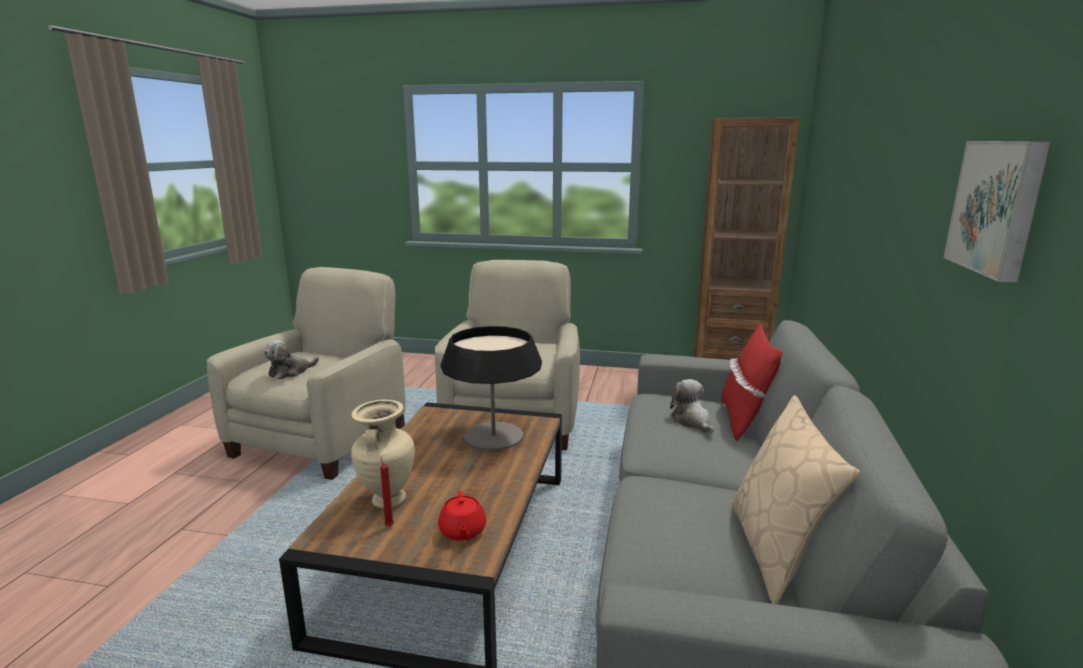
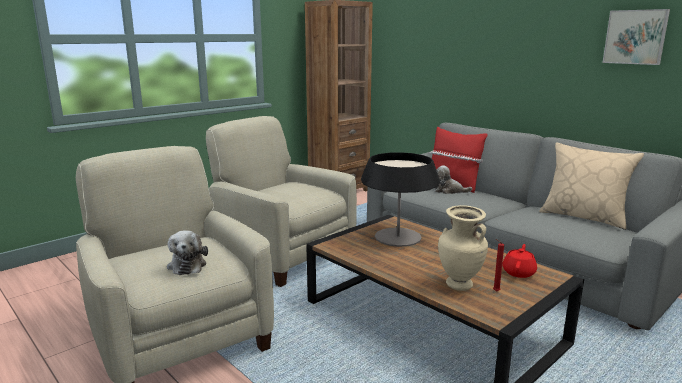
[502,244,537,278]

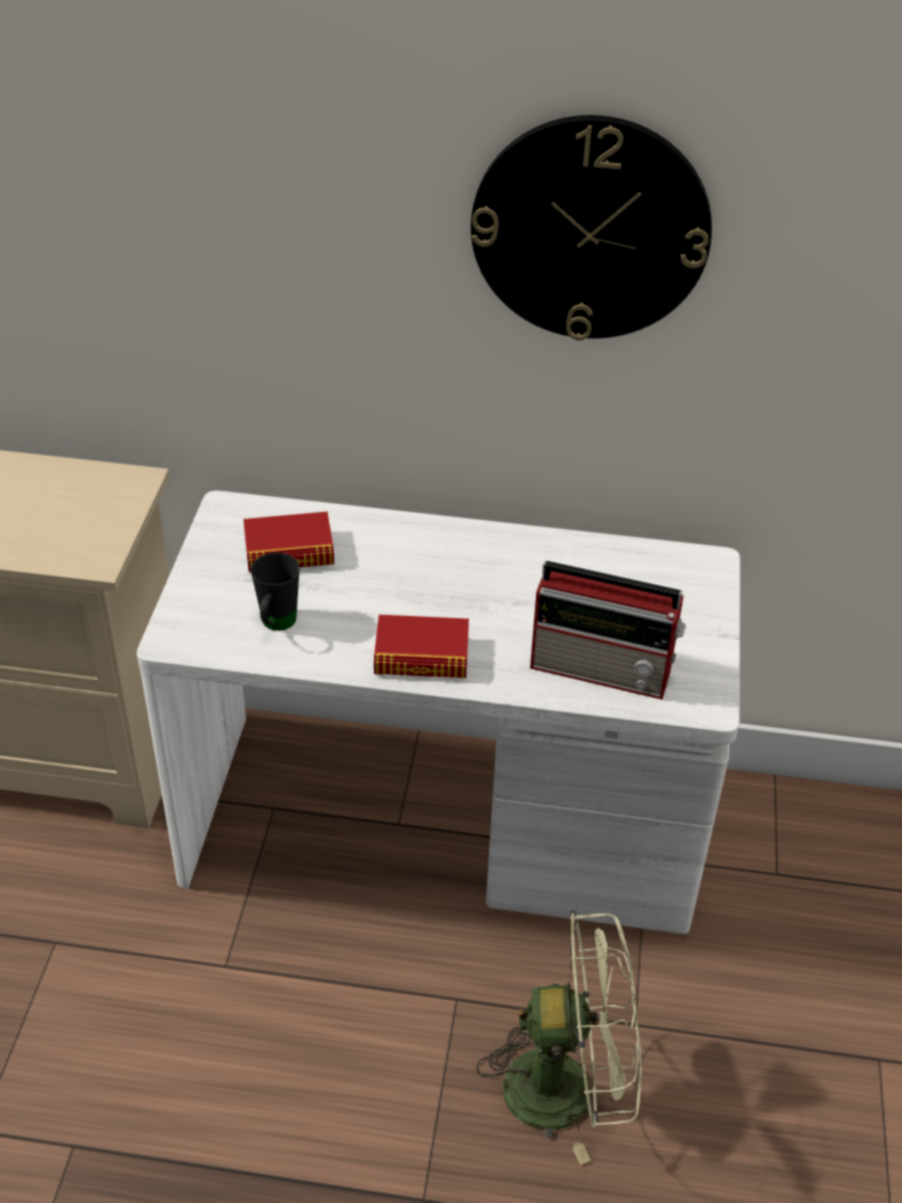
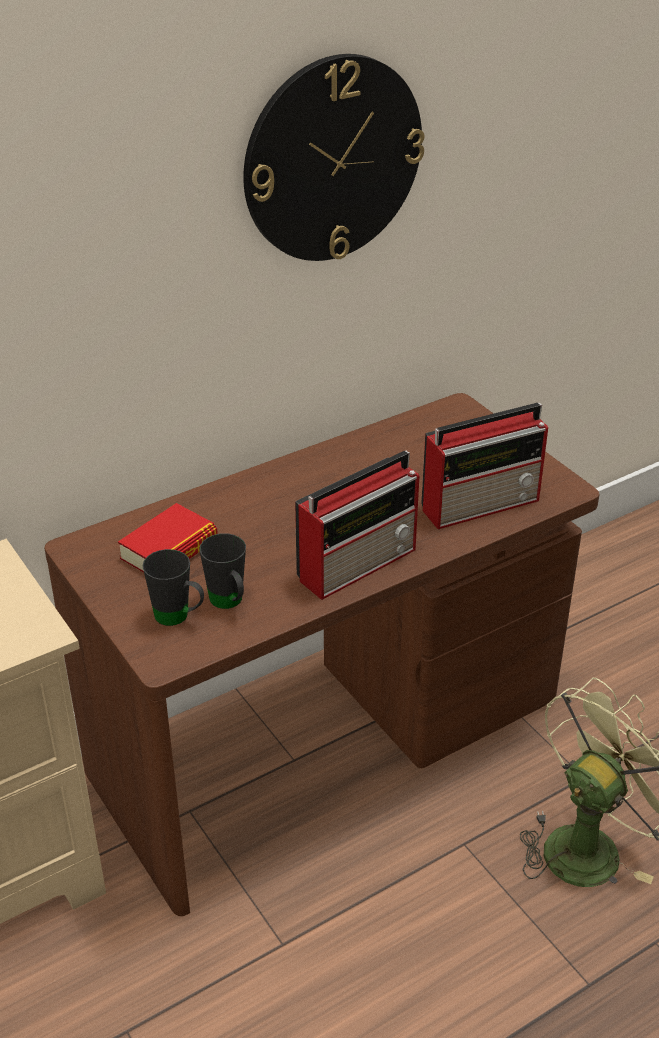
[44,393,600,916]
[143,549,204,626]
[295,451,419,600]

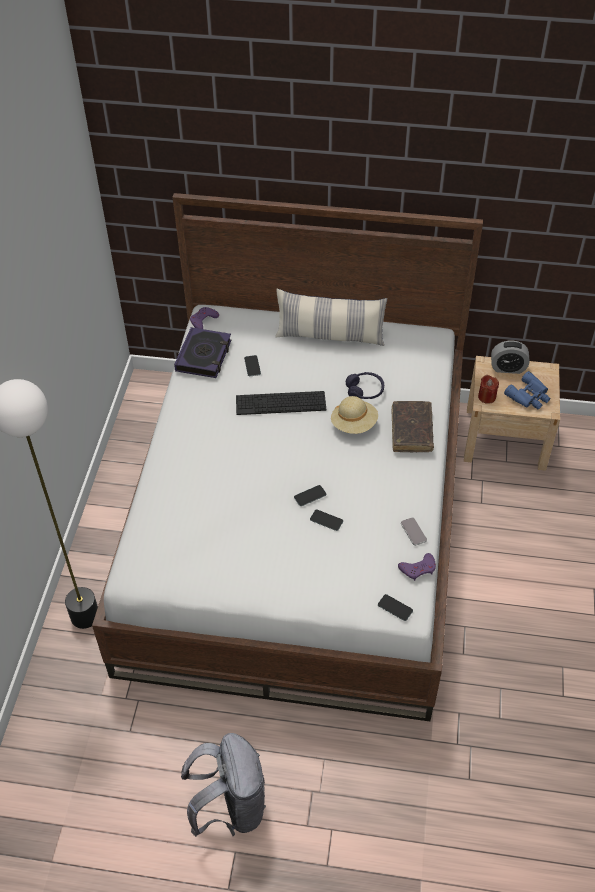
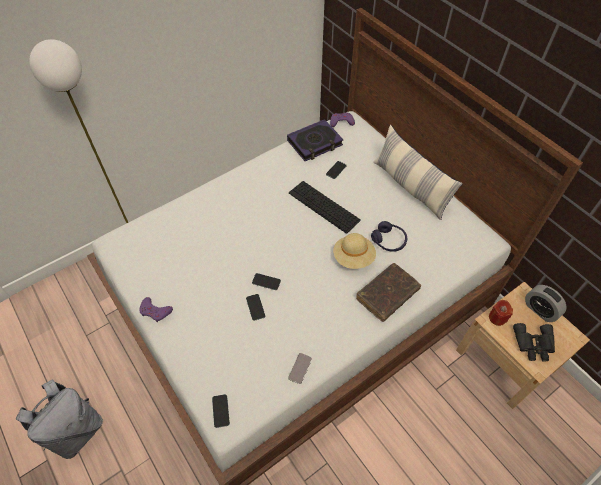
[139,297,173,322]
[513,323,555,362]

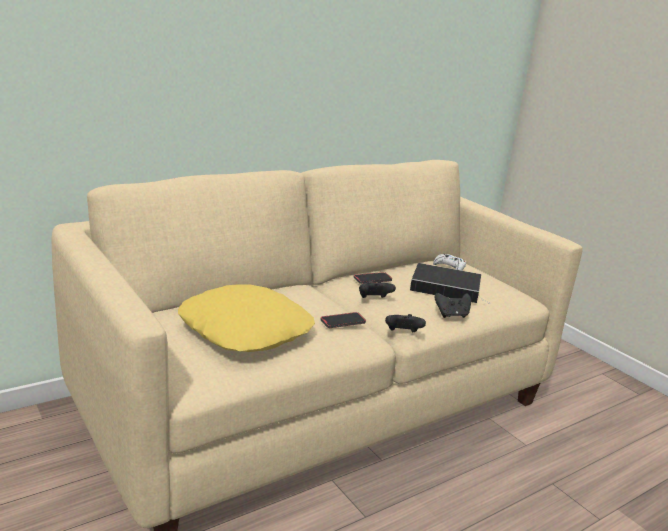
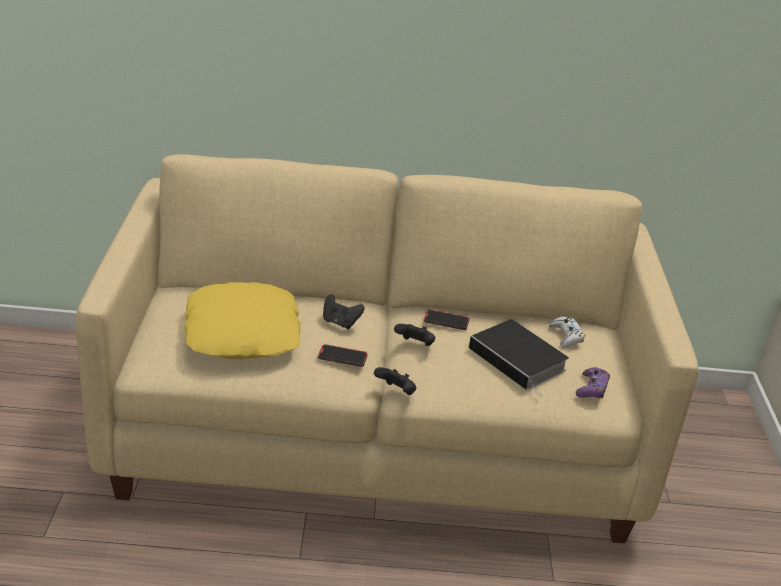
[323,294,365,329]
[576,367,610,398]

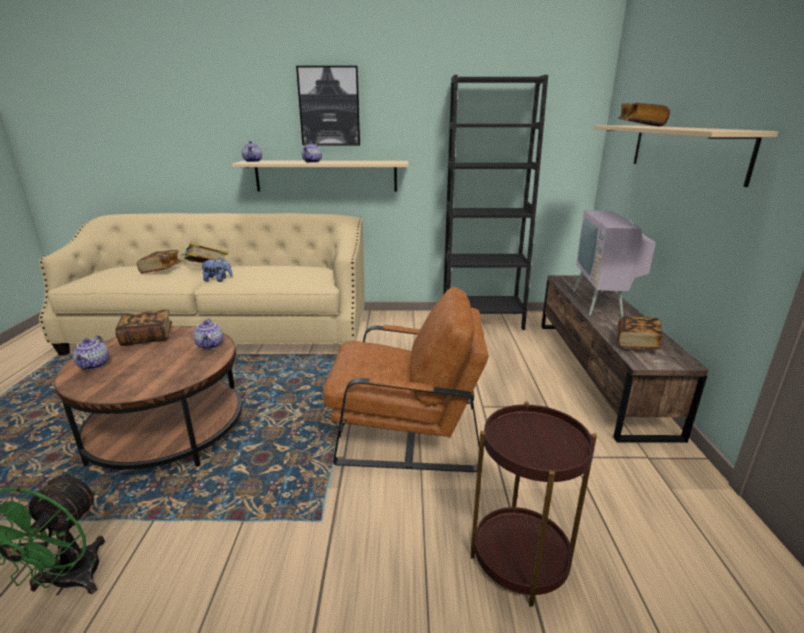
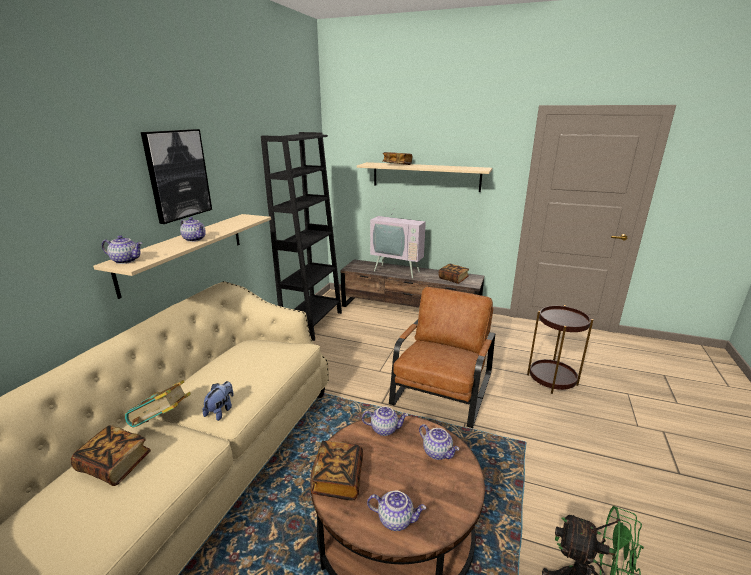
[419,424,459,460]

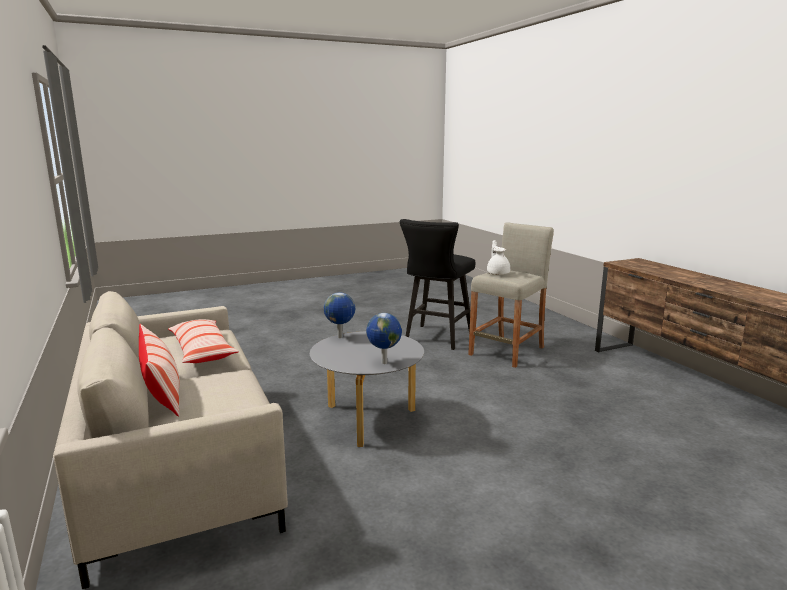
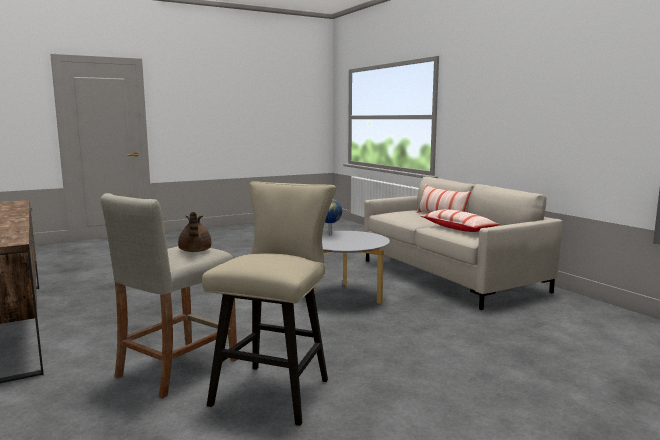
[178,212,211,252]
[202,181,336,426]
[324,293,355,338] (first image)

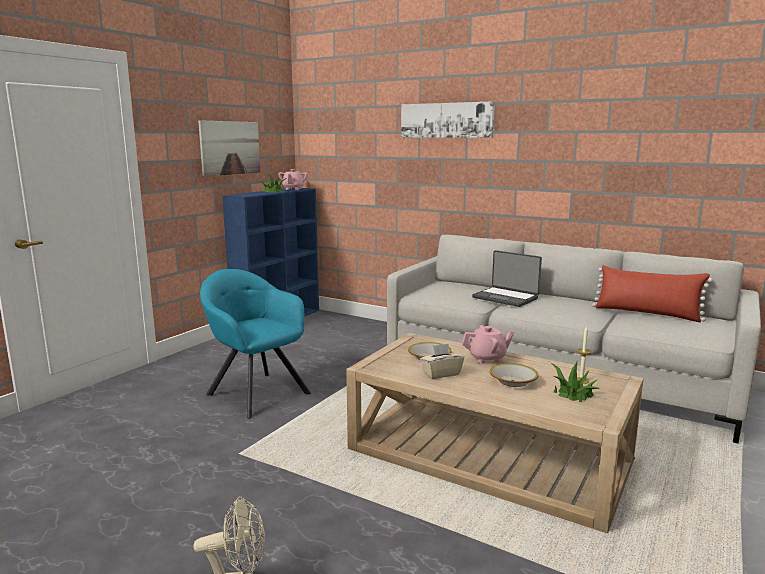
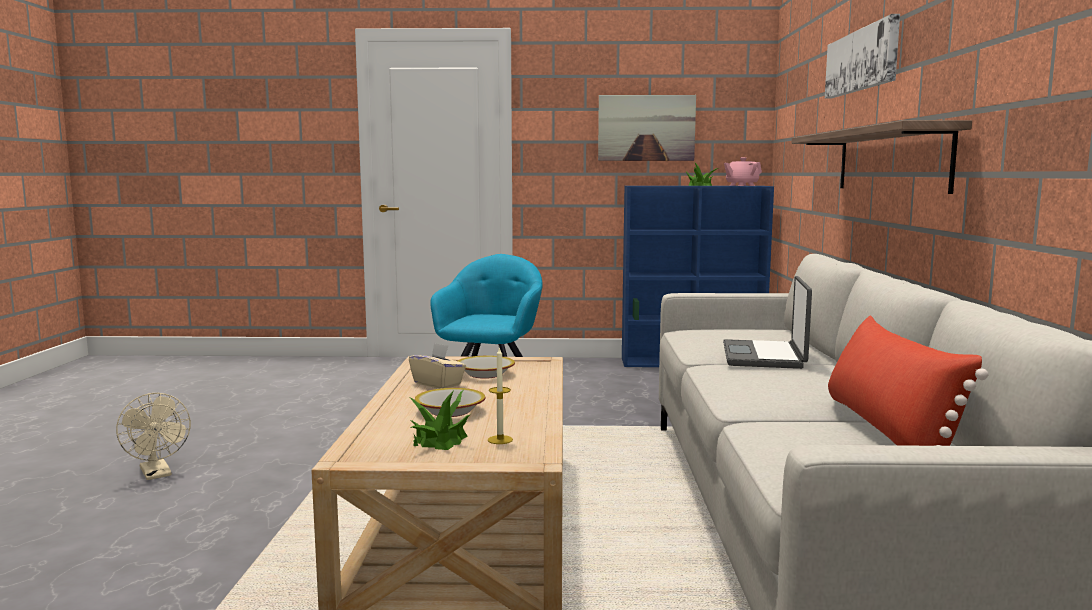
[792,120,972,194]
[462,325,514,363] (first image)

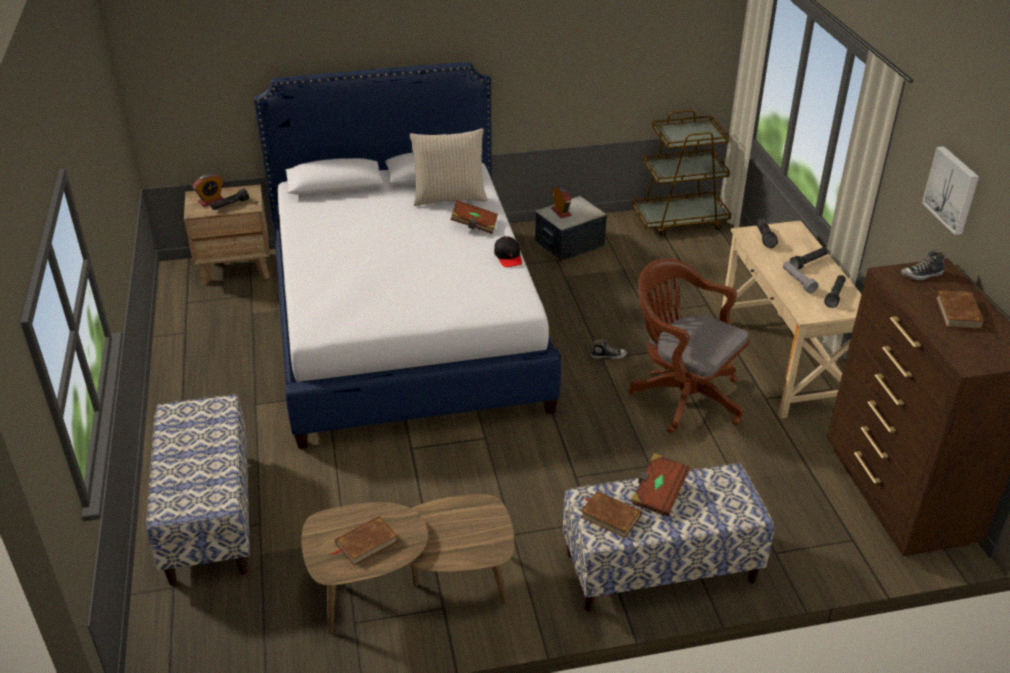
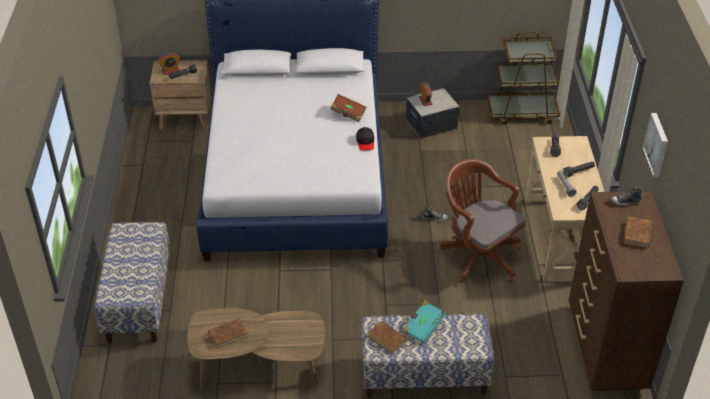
[403,301,446,344]
[409,128,487,206] (first image)

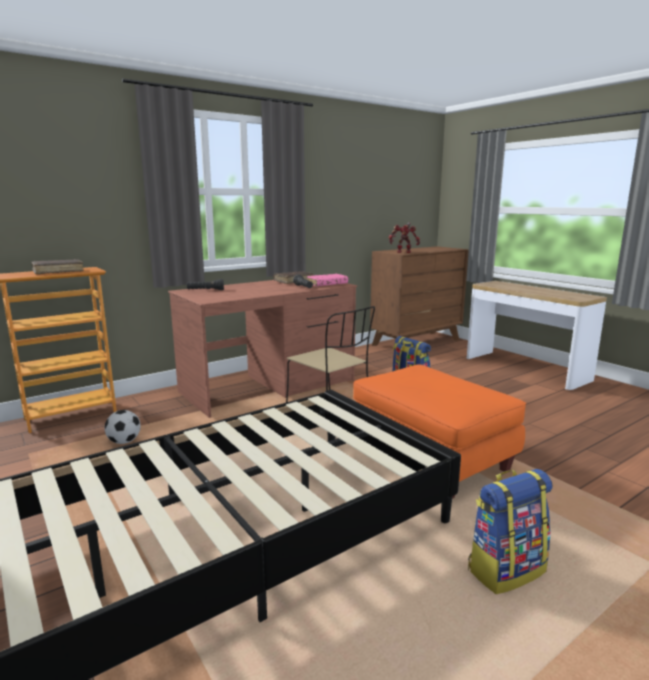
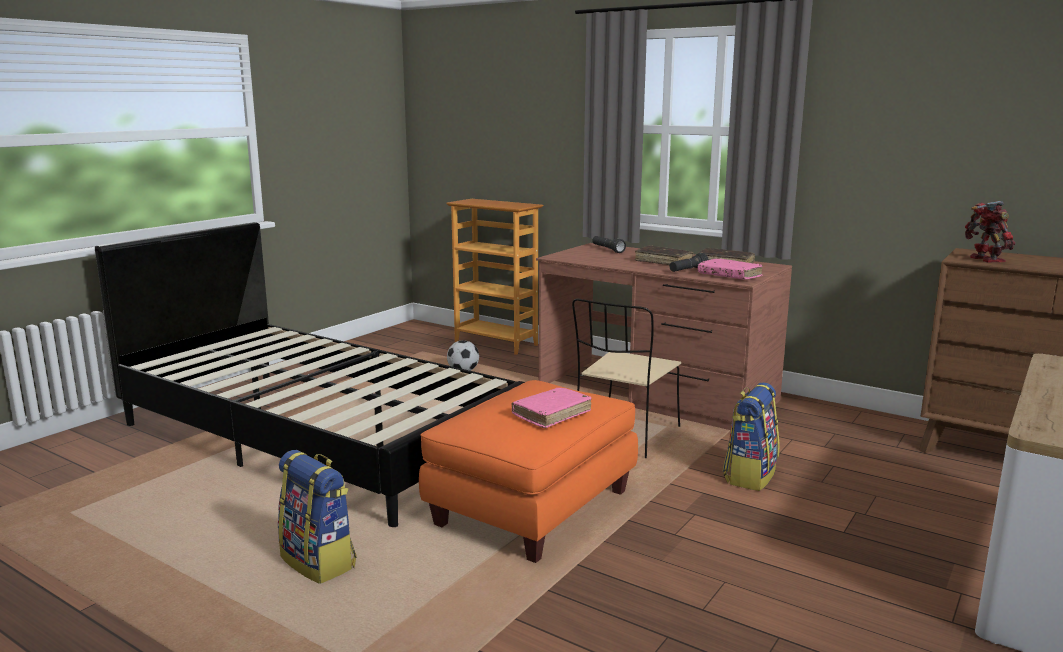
[511,388,592,428]
[635,245,694,265]

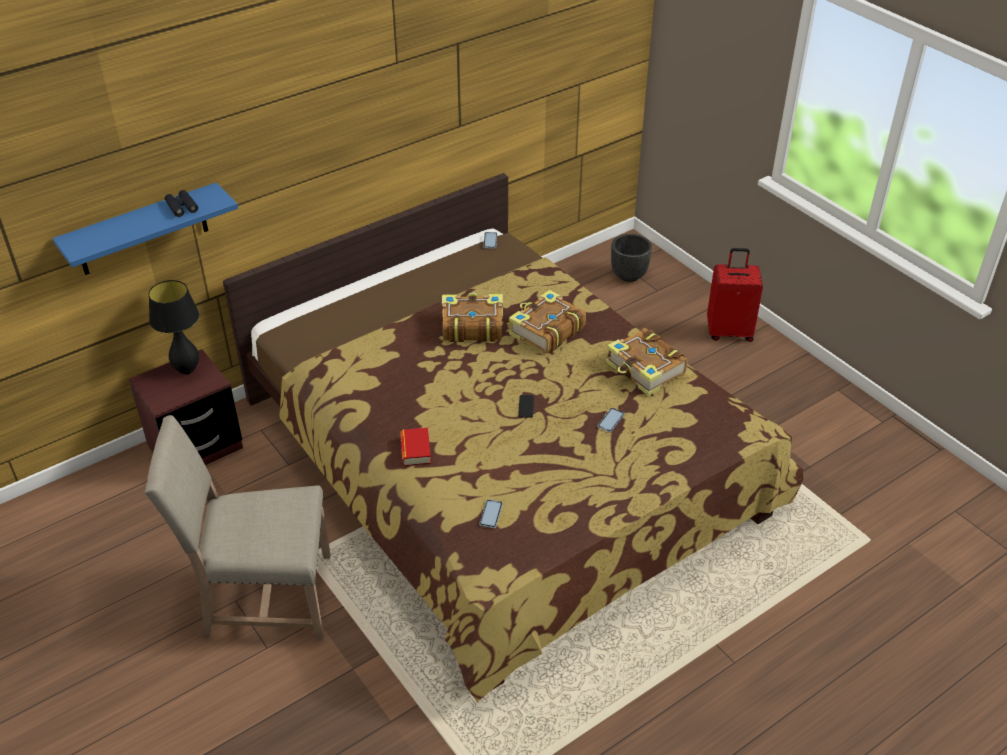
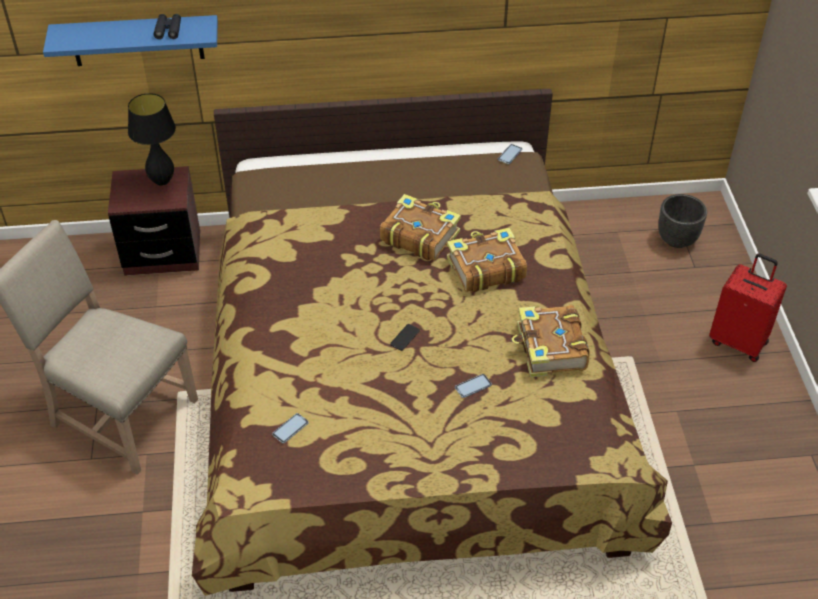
[400,428,431,466] (first image)

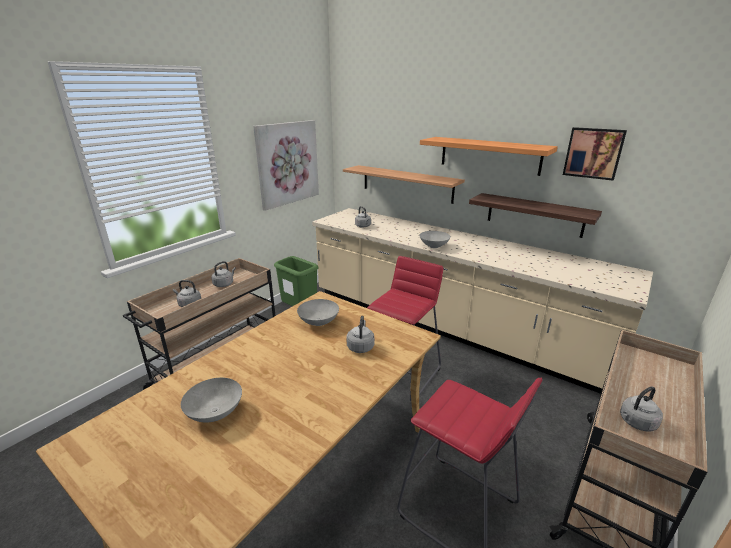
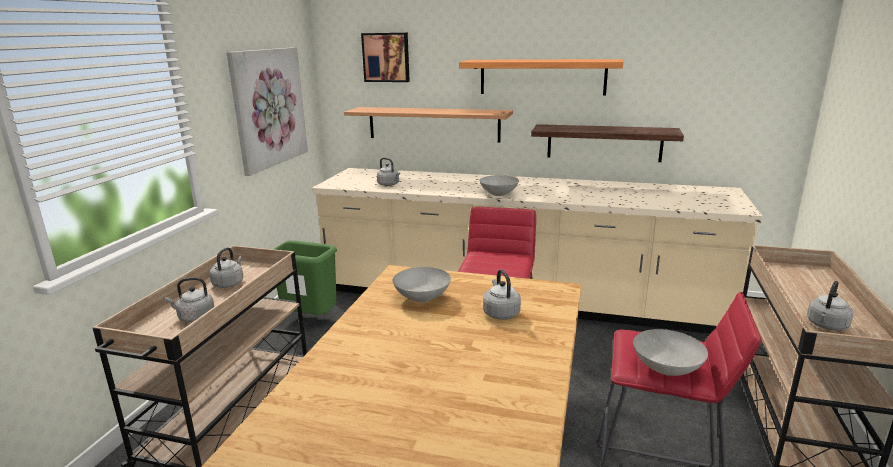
[361,33,410,82]
[633,329,708,376]

